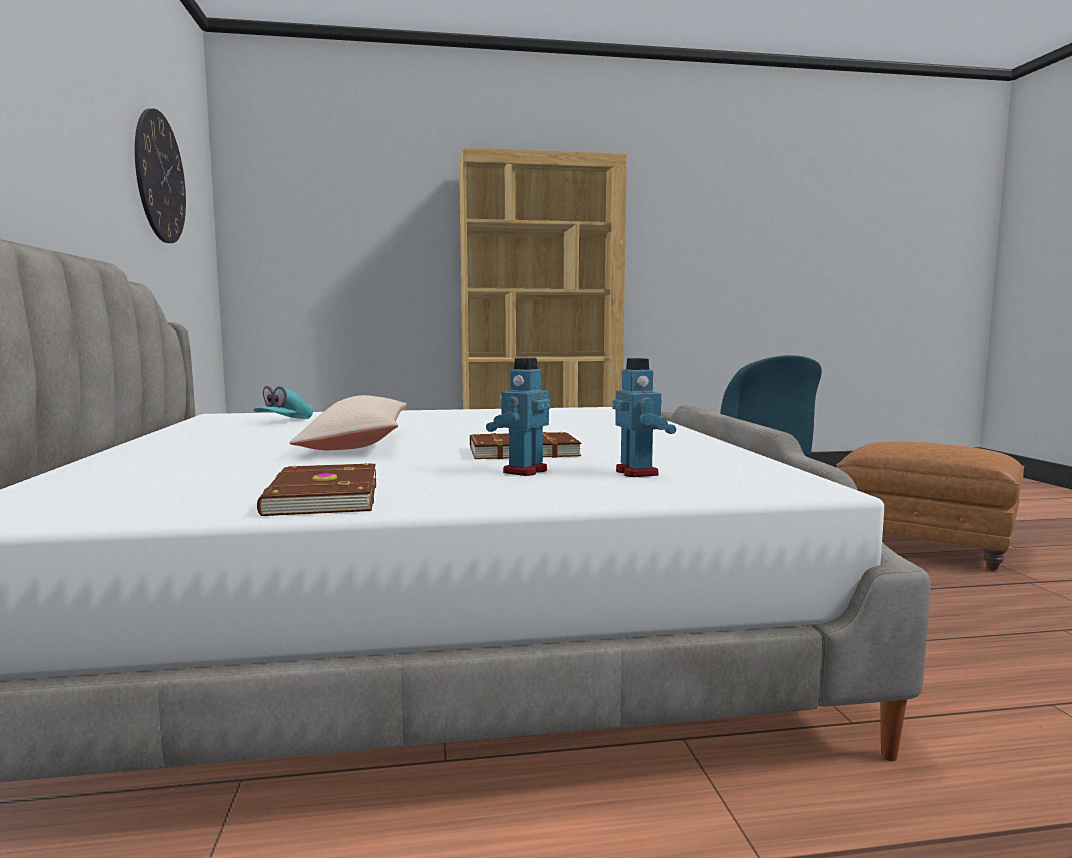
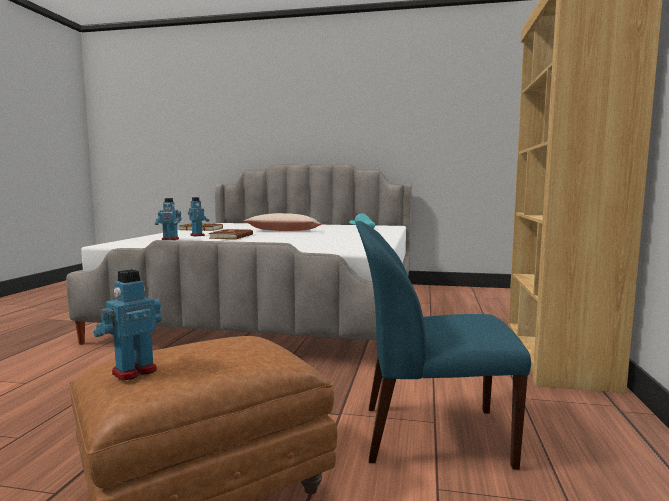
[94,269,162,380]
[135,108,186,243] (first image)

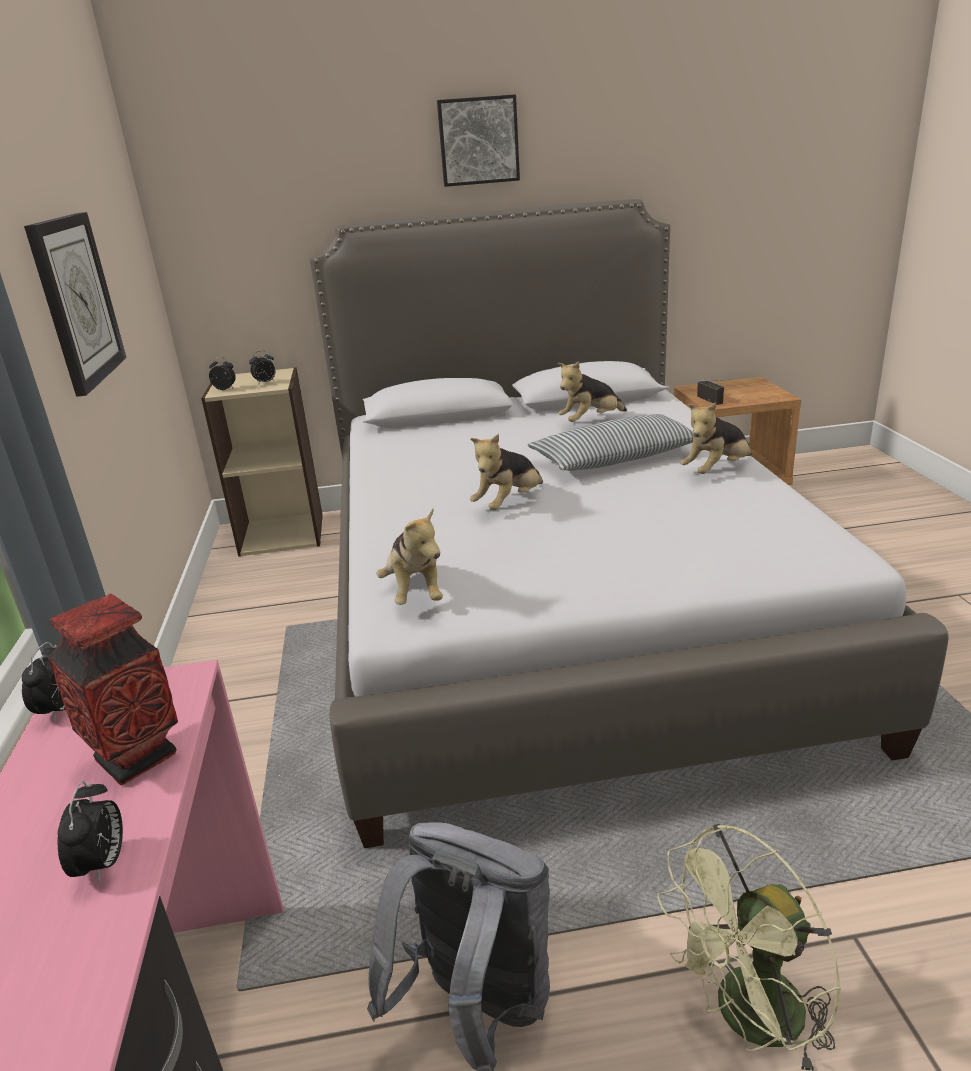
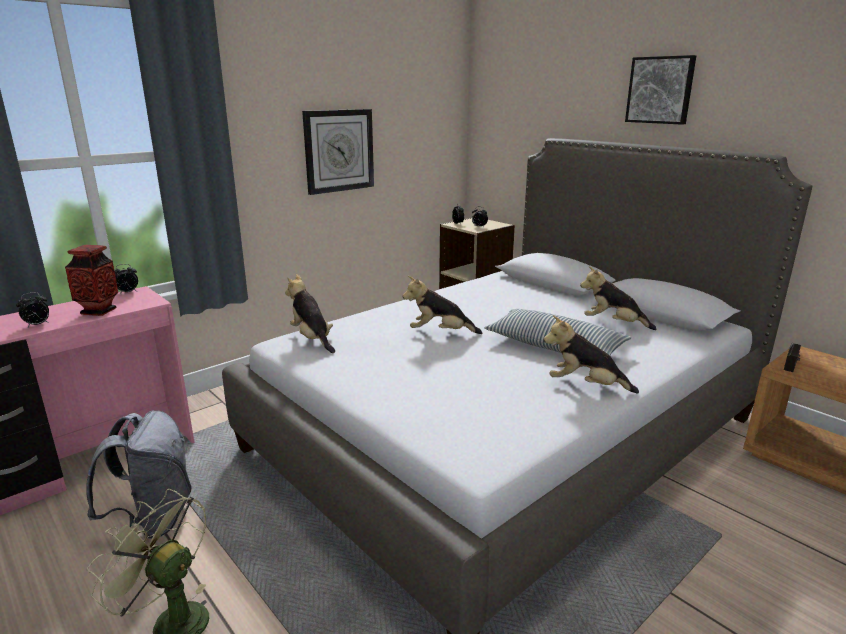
[285,274,335,353]

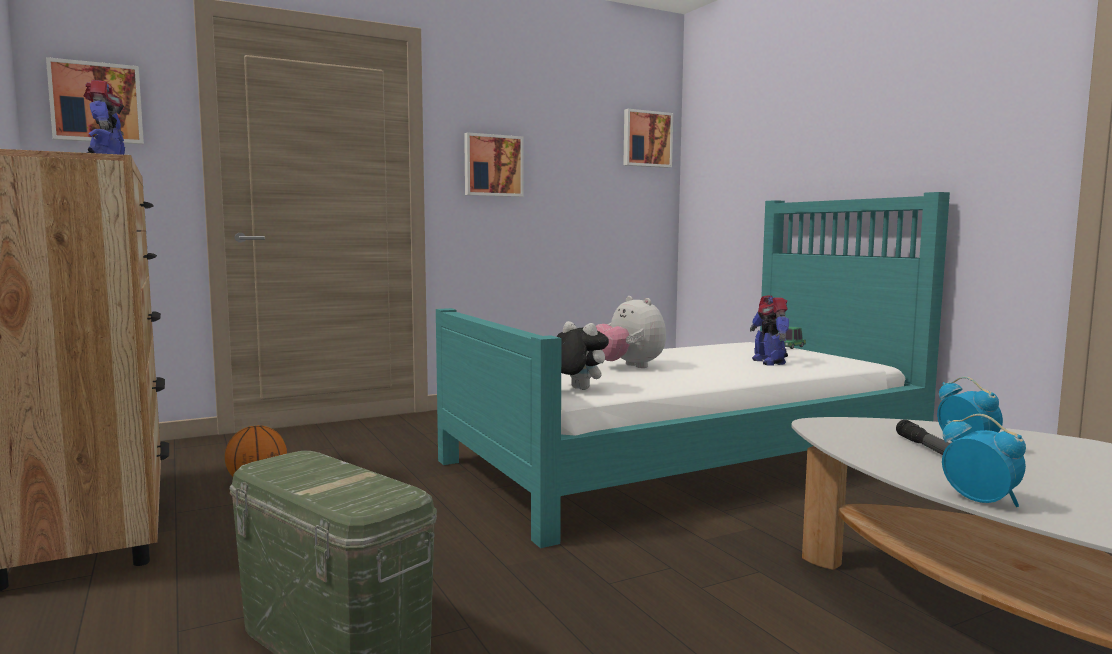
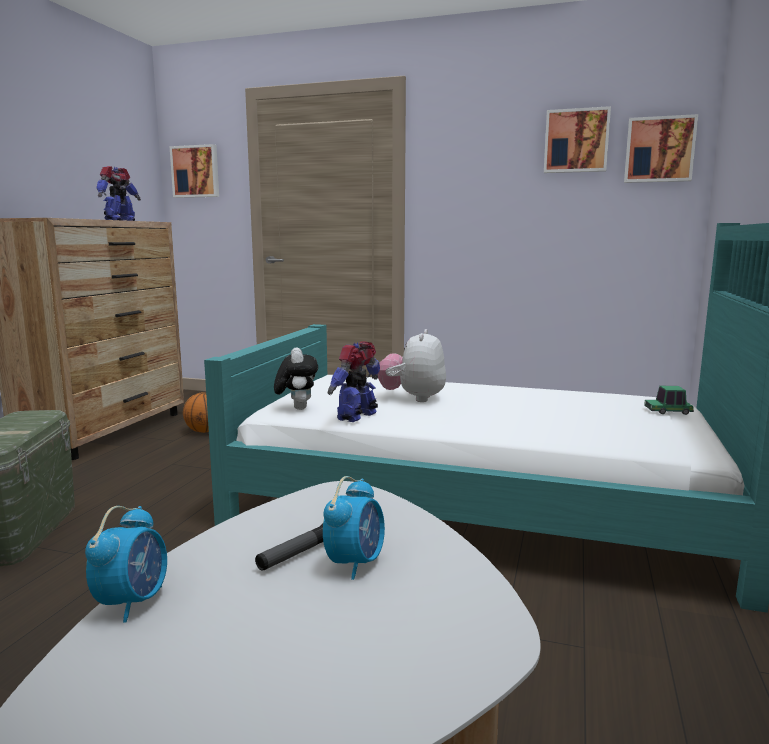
[328,341,380,422]
[544,106,611,173]

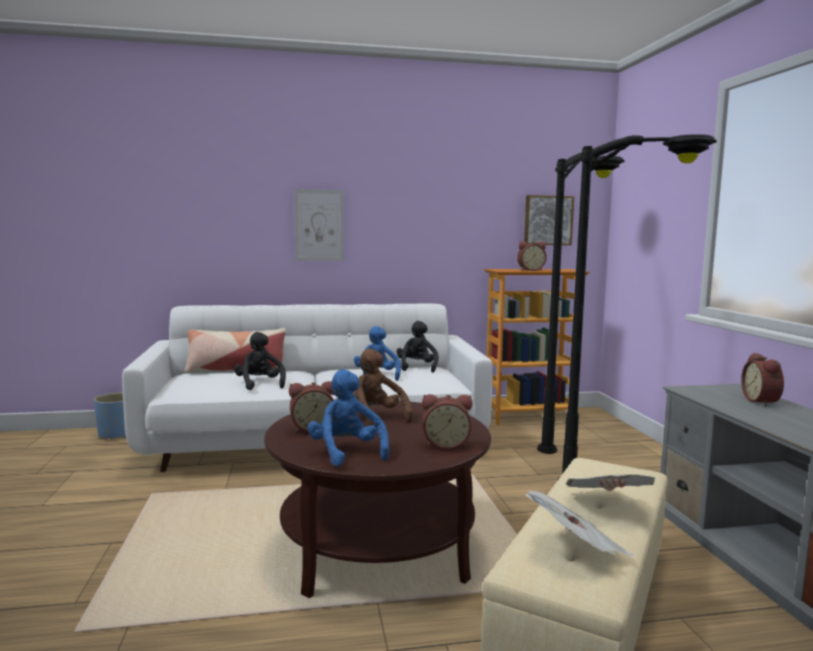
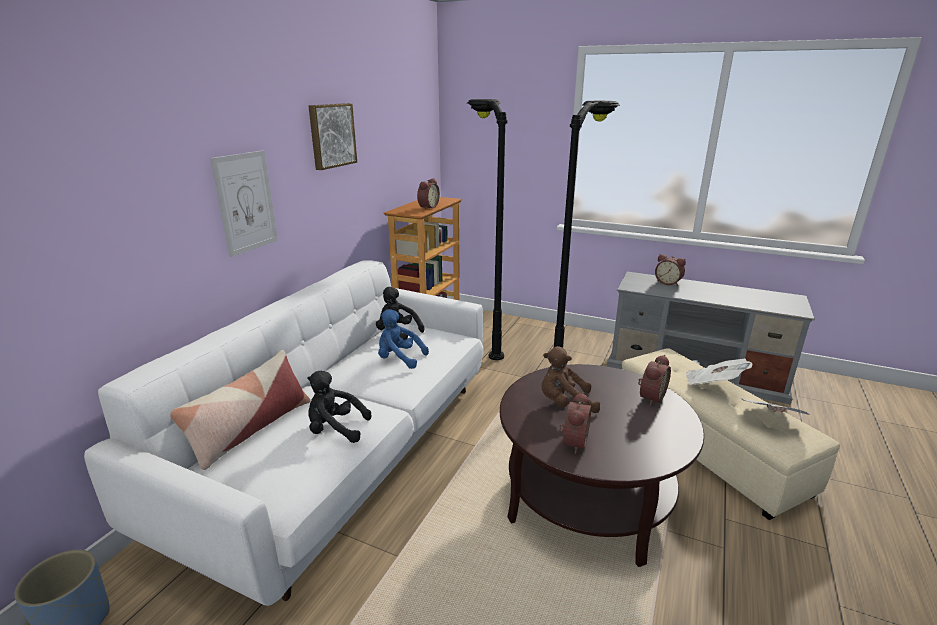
[309,103,357,170]
[307,369,389,467] (first image)

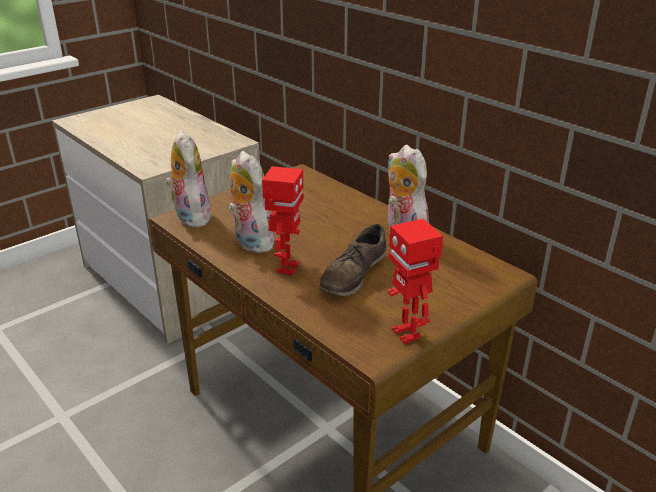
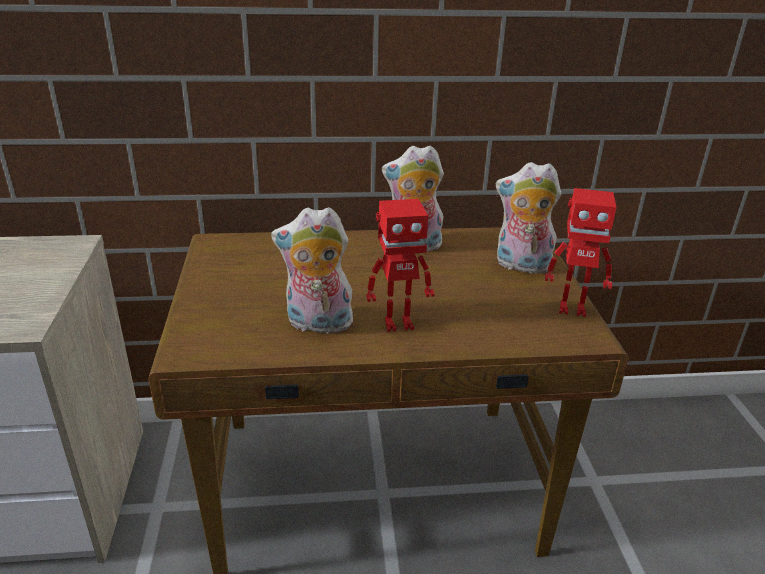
[366,199,434,332]
[496,162,561,274]
[319,224,386,296] (first image)

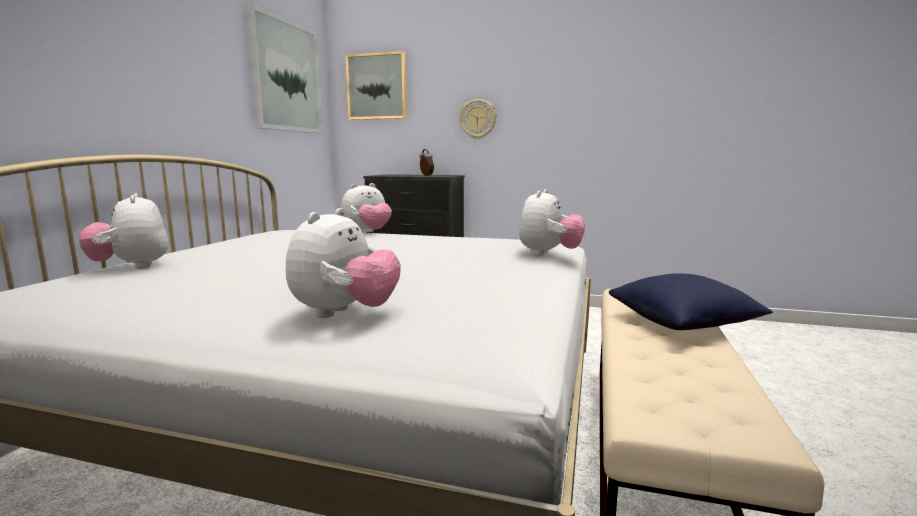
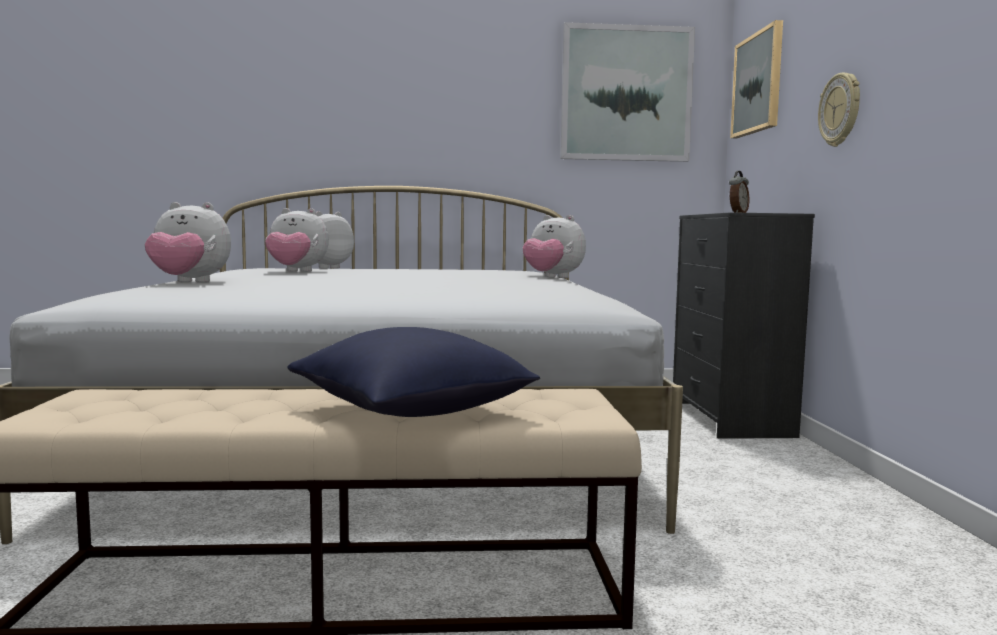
[265,208,329,272]

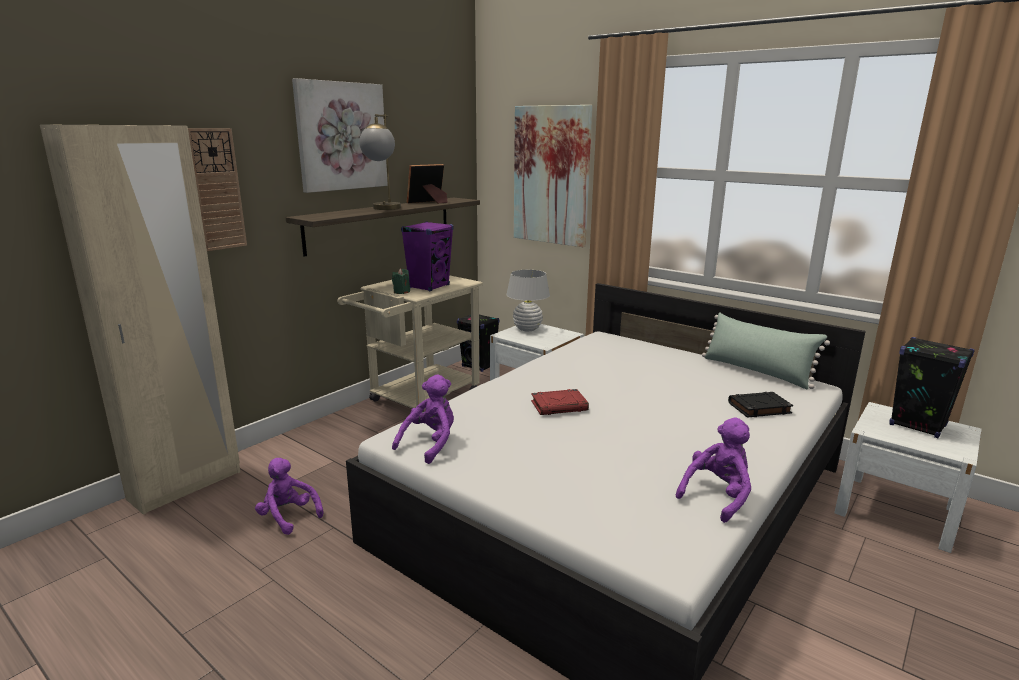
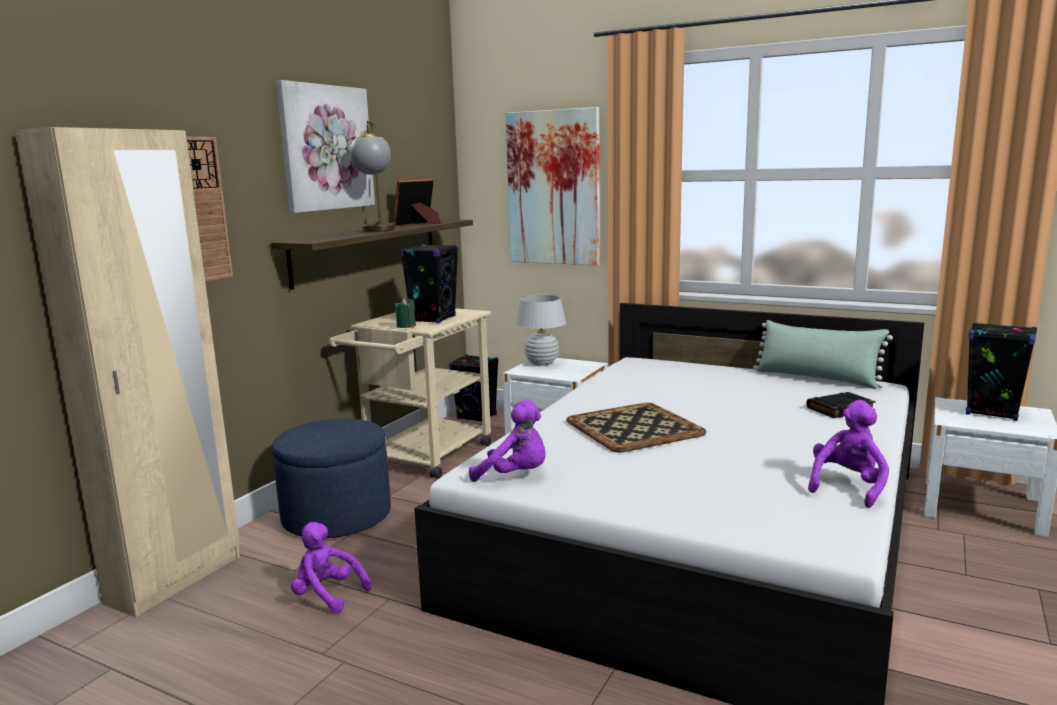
[272,419,391,538]
[400,244,458,323]
[469,399,546,482]
[566,403,706,452]

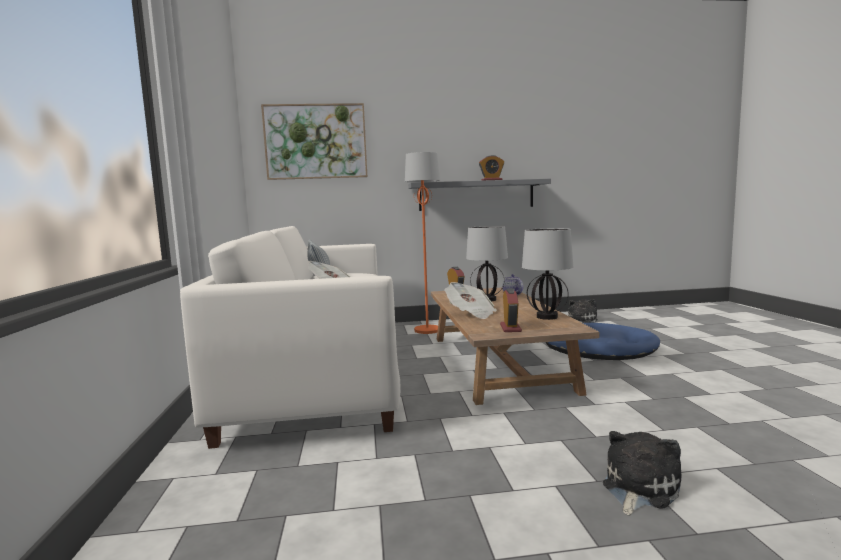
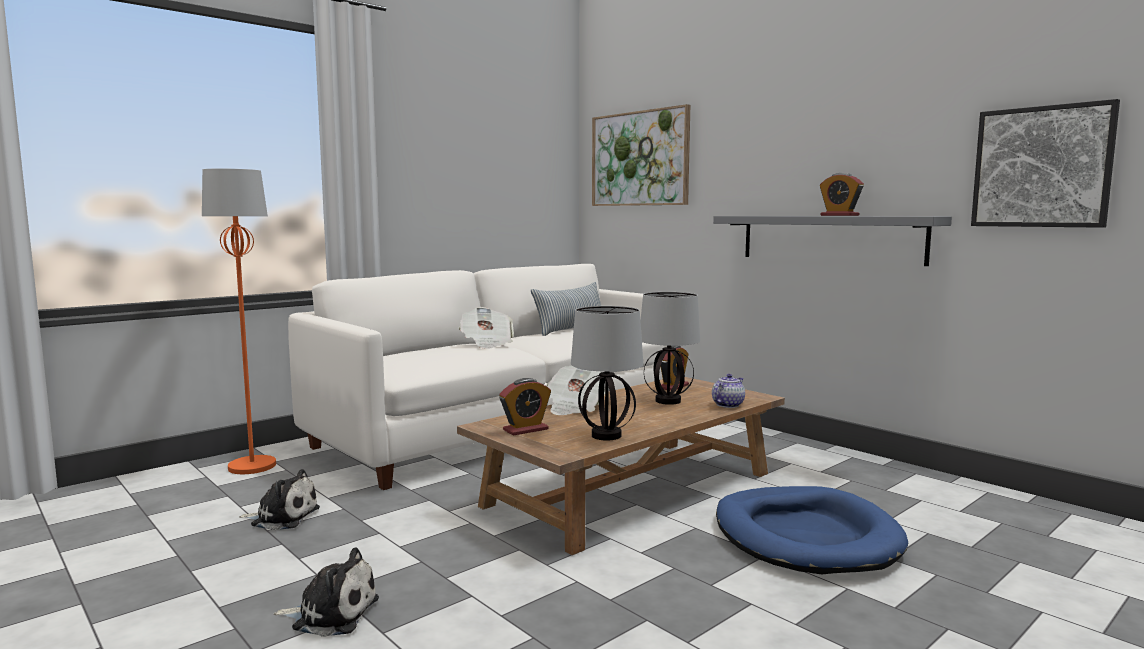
[202,168,276,474]
[239,469,320,530]
[971,99,1120,228]

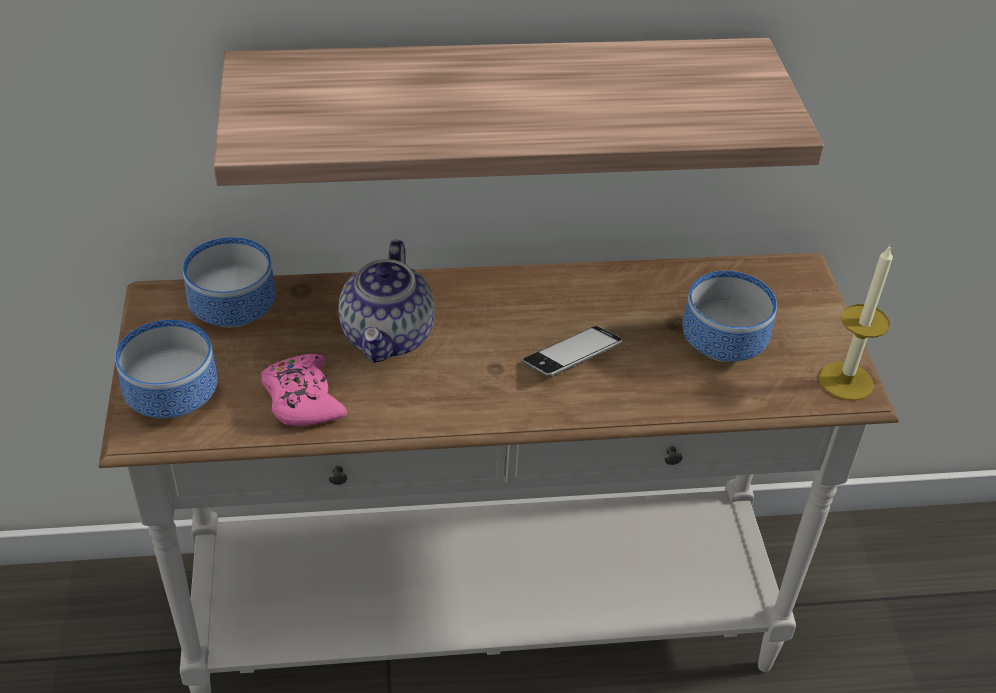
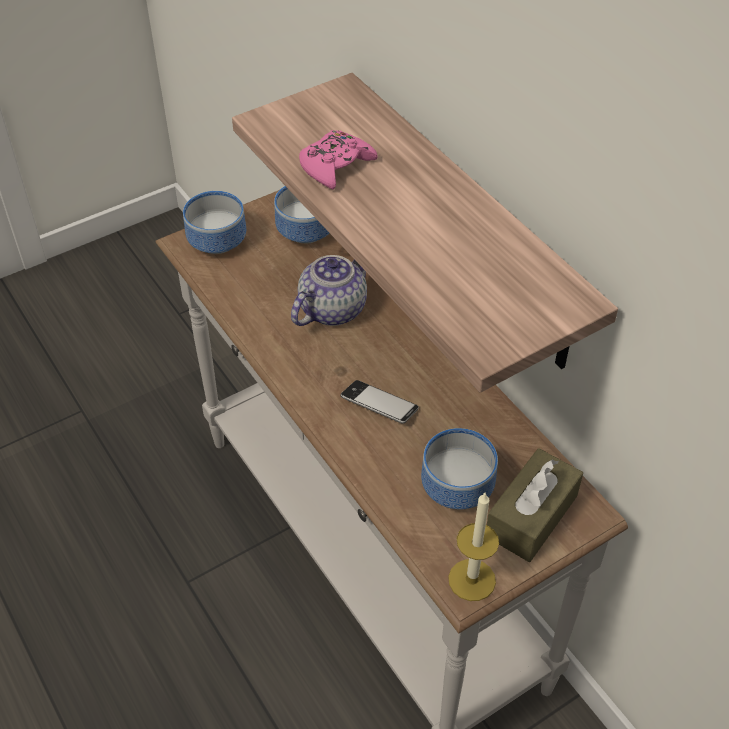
[291,255,367,326]
[299,130,378,190]
[487,448,583,562]

